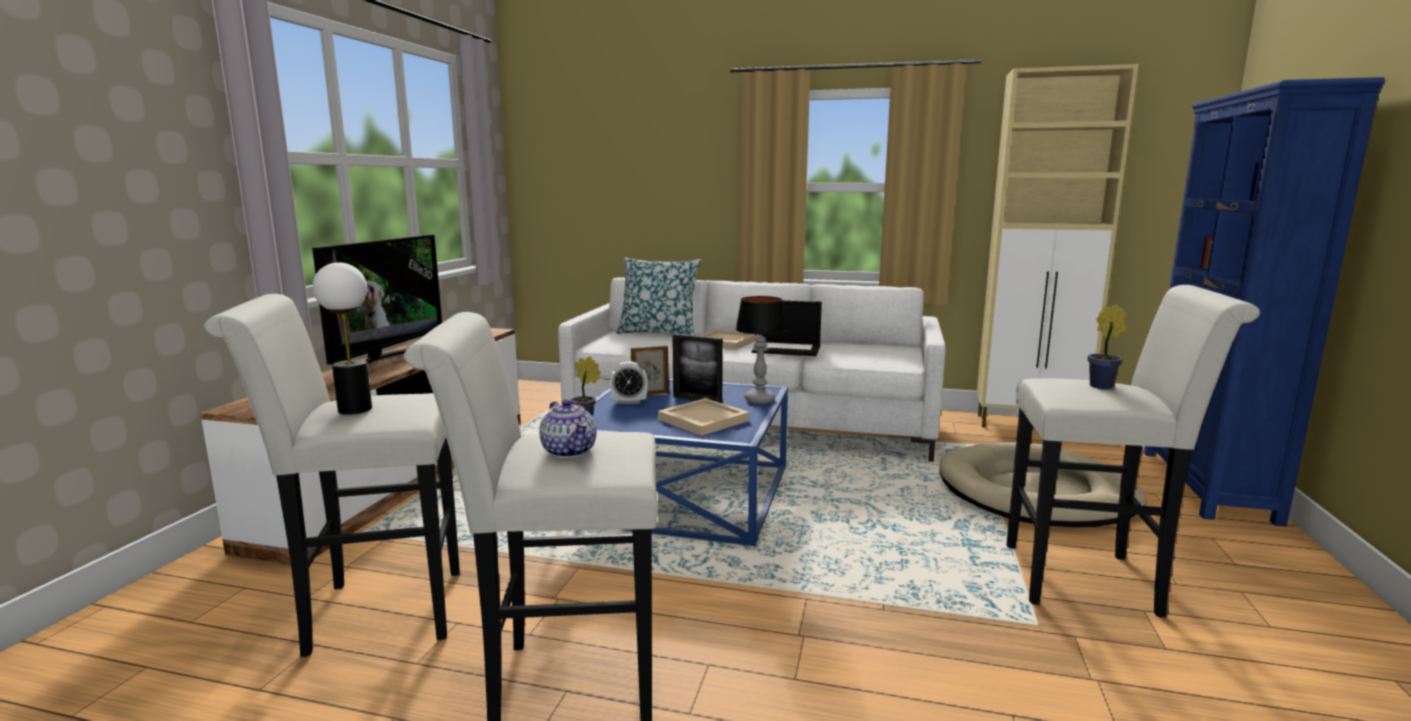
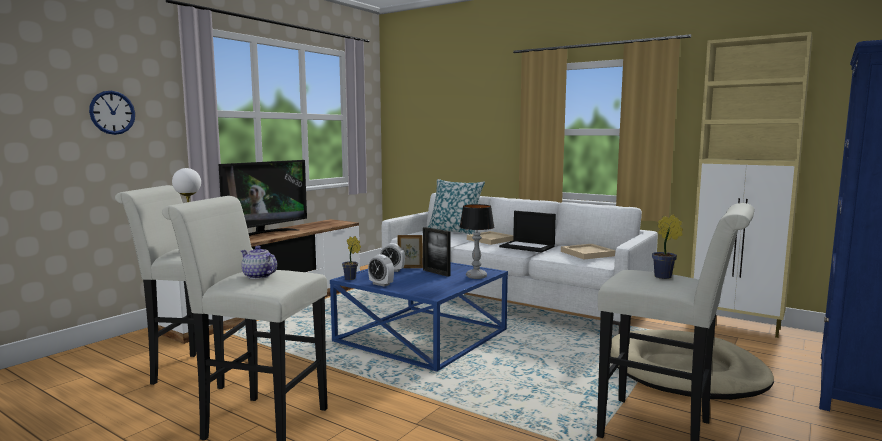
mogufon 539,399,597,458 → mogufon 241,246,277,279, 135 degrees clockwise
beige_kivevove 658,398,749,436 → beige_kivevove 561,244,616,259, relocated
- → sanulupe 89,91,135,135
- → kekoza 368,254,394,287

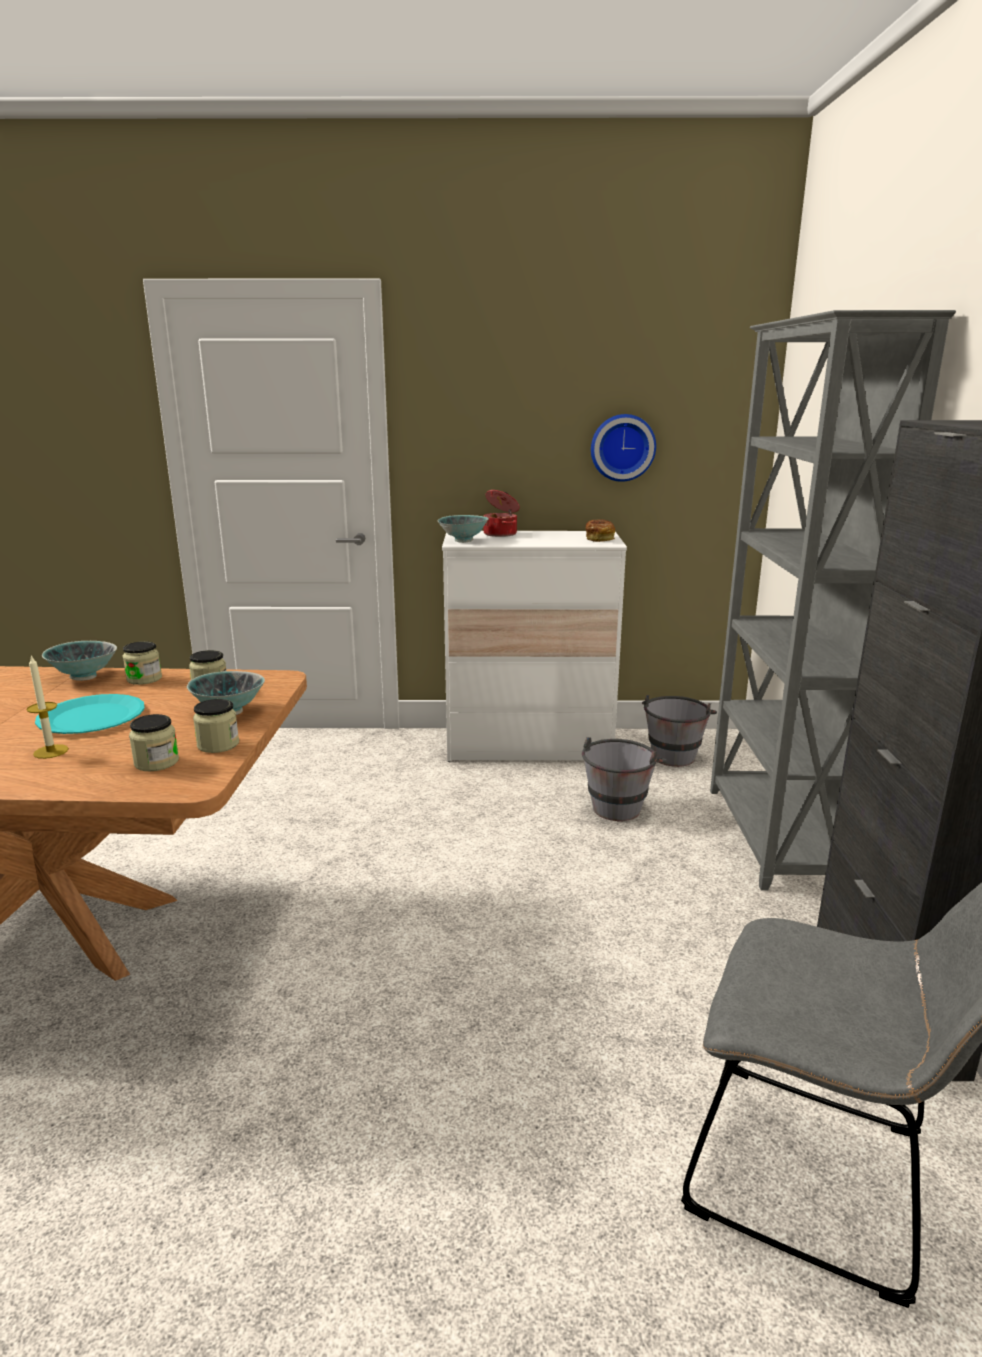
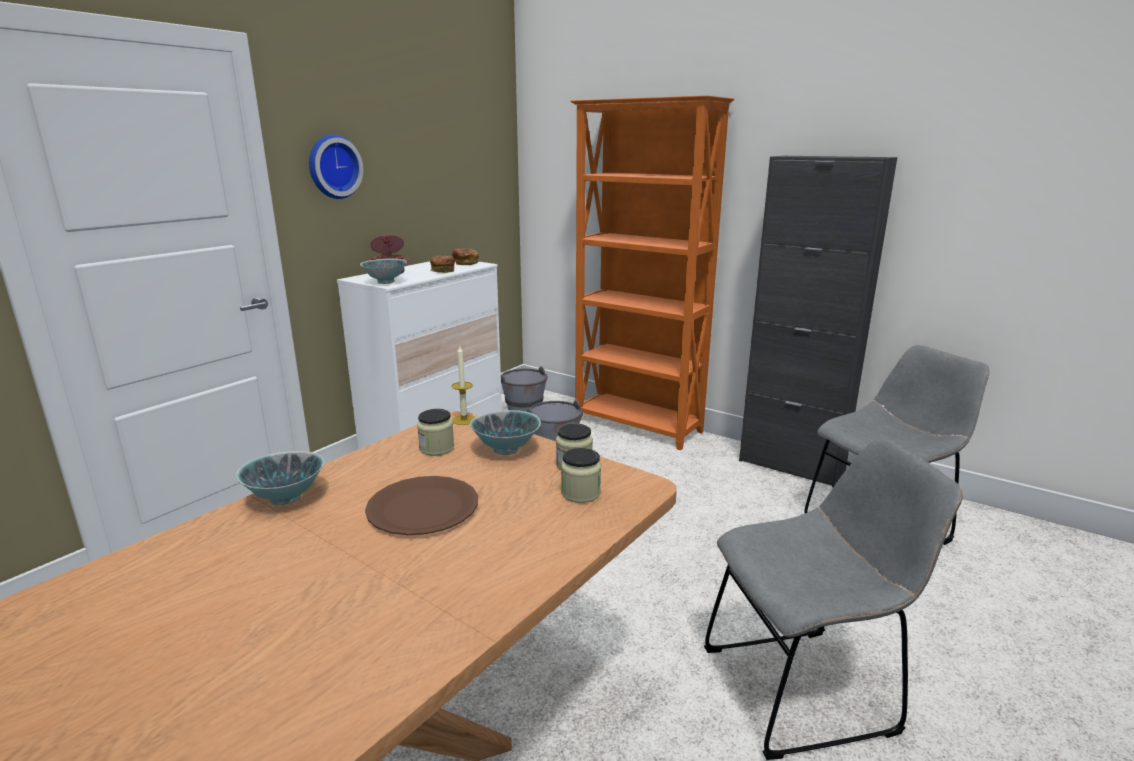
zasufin 27,655,69,759 → zasufin 452,346,475,425, relocated
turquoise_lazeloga 35,694,145,734 → brown_lazeloga 365,476,478,535
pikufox 123,641,162,685 → -
sanulupe 591,414,656,482 → sanulupe 309,134,363,199, relocated
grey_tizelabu 710,310,956,891 → orange_tizelabu 570,95,735,450
- → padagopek 430,255,455,273
- → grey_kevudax 704,438,963,760

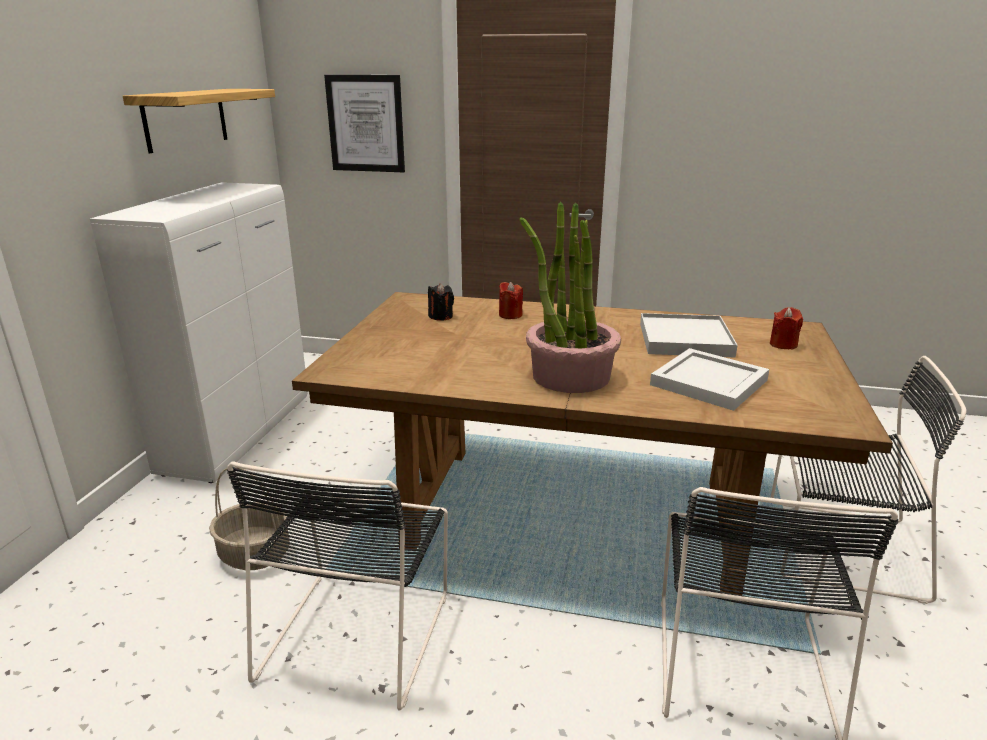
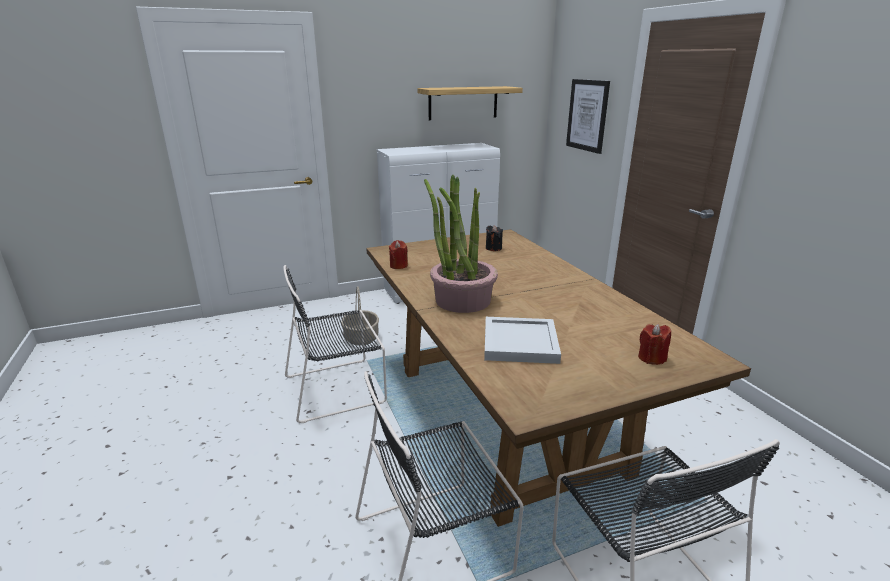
red_zasufin 499,282,523,319 → red_zasufin 389,240,408,269, relocated
white_kivevove 640,313,738,358 → -

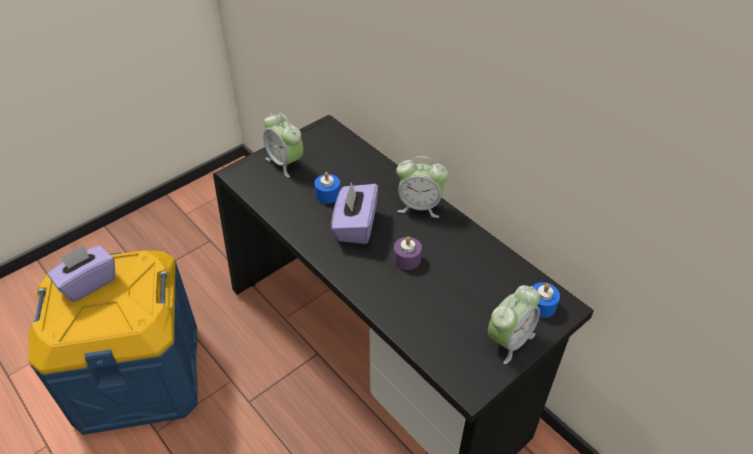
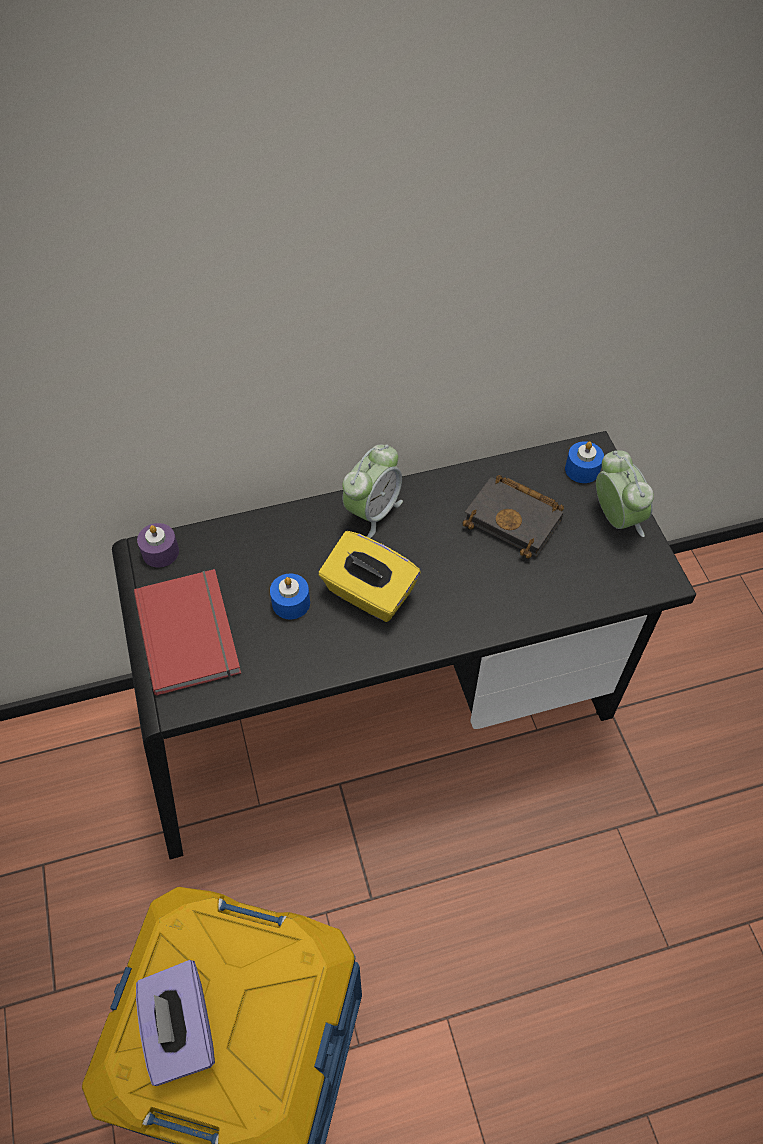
kekoza 263,113,303,178 → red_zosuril 134,569,241,696
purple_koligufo 331,182,378,244 → yellow_koligufo 319,531,420,622
purple_zasufin 394,236,422,270 → purple_zasufin 137,523,179,567, relocated
- → black_zosuril 462,475,564,559

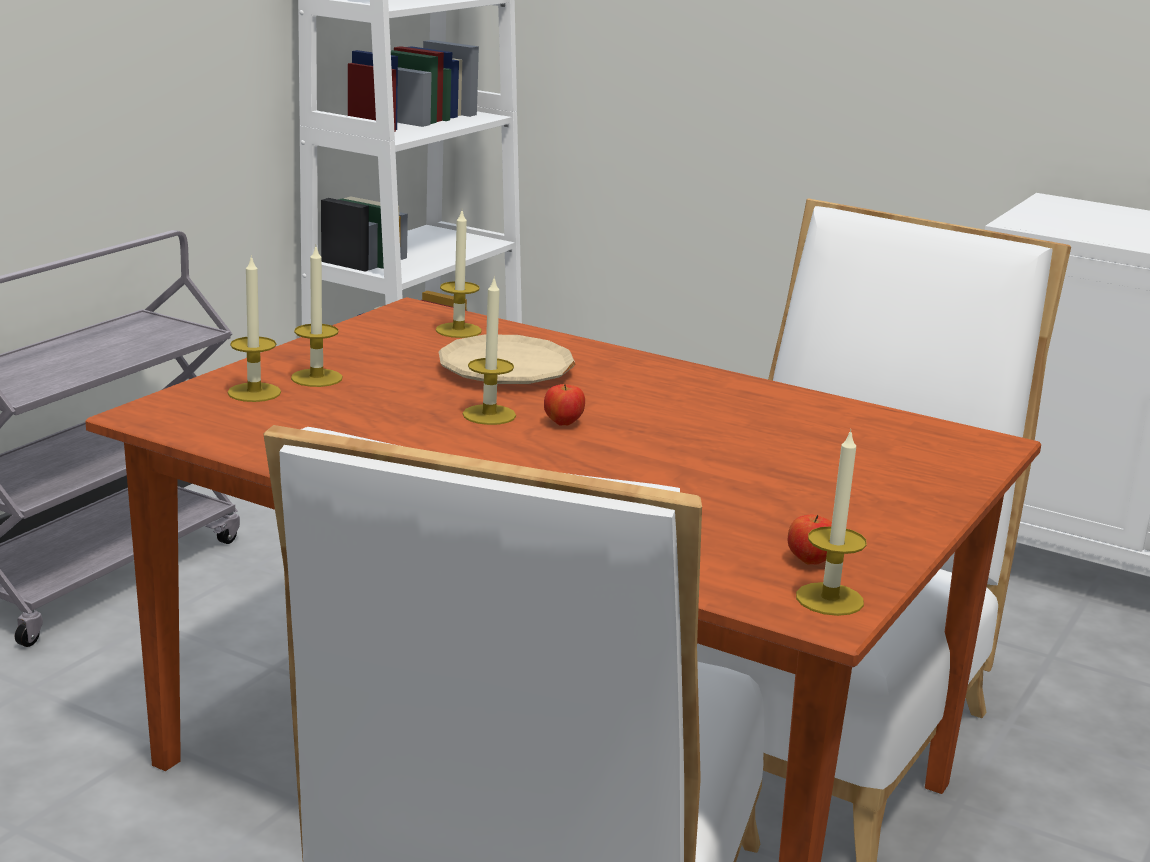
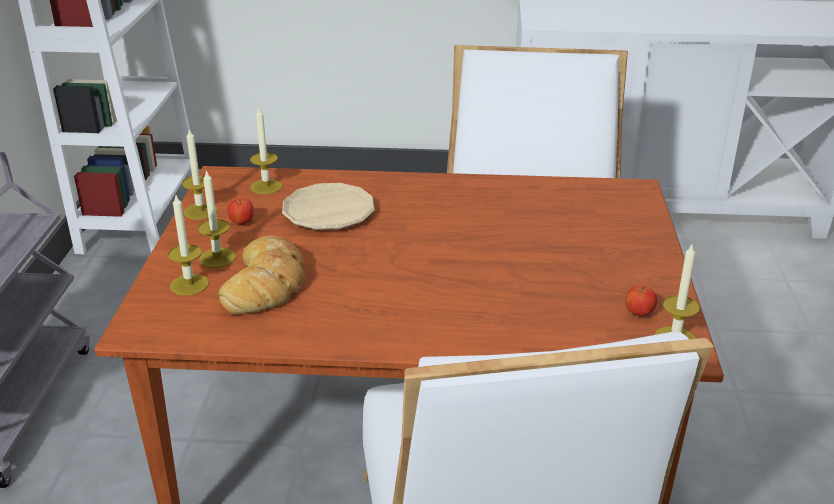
zasufin 463,276,516,425 → zasufin 182,129,218,220, relocated
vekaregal 544,384,585,426 → vekaregal 228,198,254,225, relocated
- → padagopek 218,236,305,315

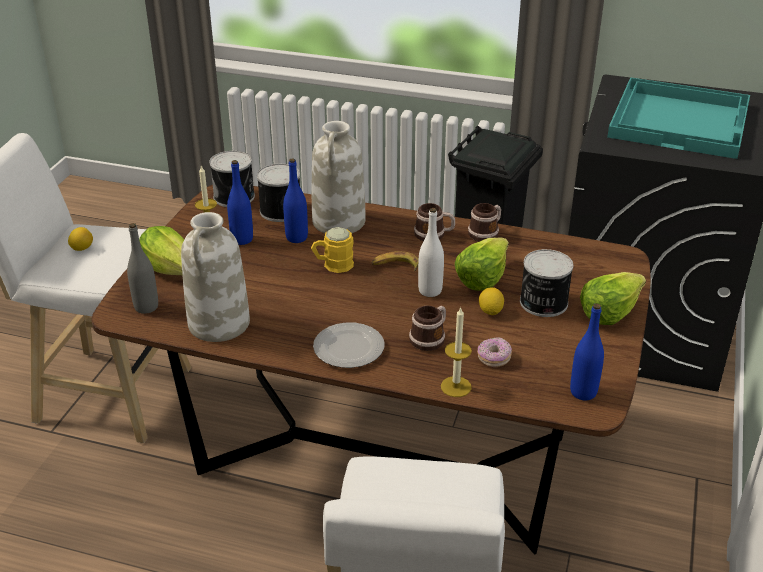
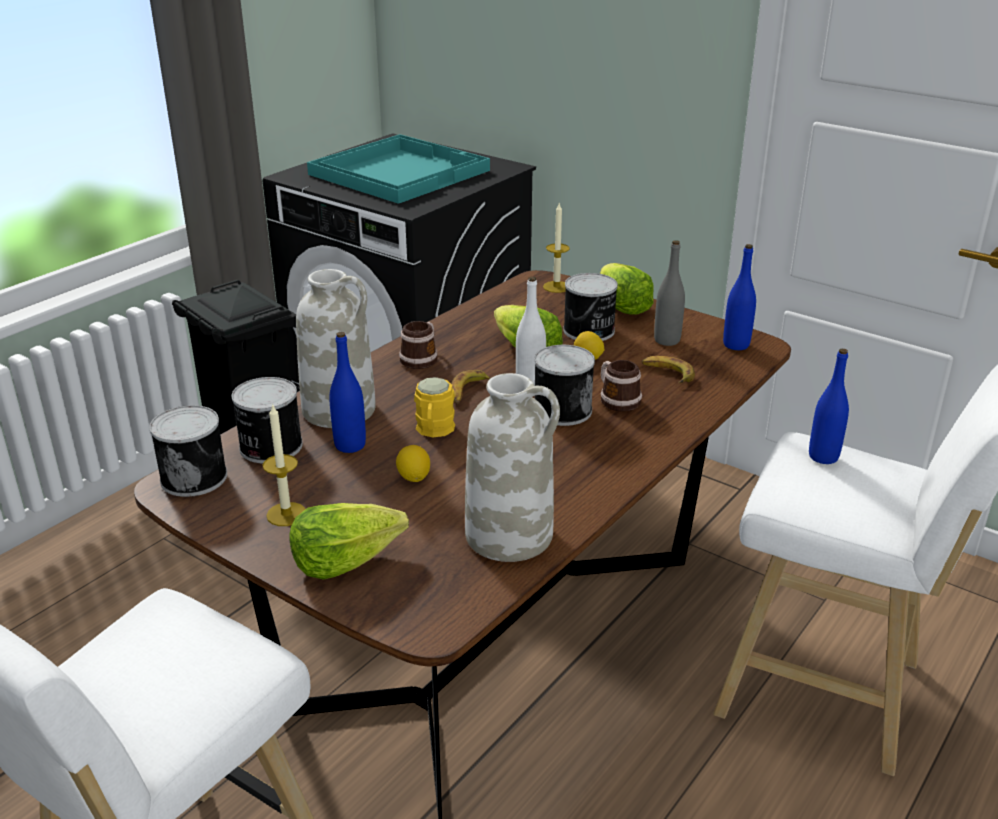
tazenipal 68,227,93,251 → tazenipal 396,445,430,482, relocated
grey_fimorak 127,223,158,314 → grey_fimorak 654,240,685,346, relocated
blue_fimorak 227,160,253,245 → blue_fimorak 809,348,849,464, relocated
lazeloga 313,322,385,368 → -
zasufin 441,308,472,397 → zasufin 543,203,570,293, relocated
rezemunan 468,203,501,242 → -
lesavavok 477,338,512,367 → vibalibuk 642,356,695,383
- → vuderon 534,345,595,426

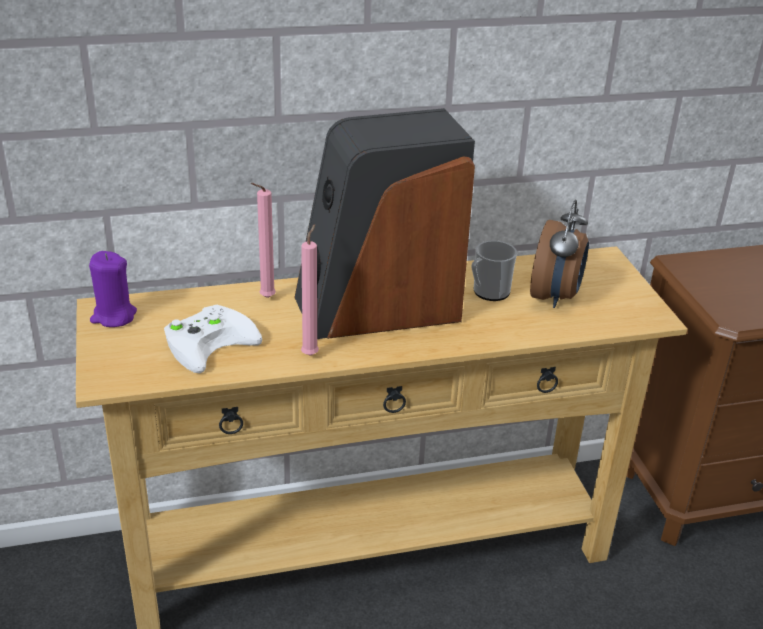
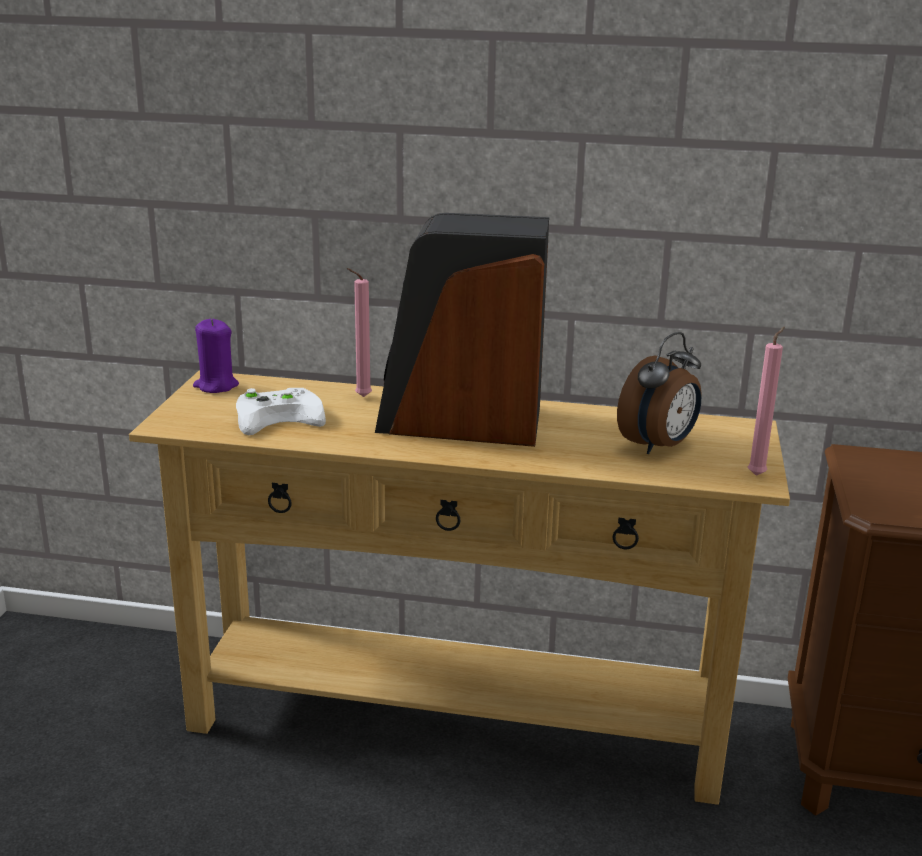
pink_zasufin 301,224,319,356 → pink_zasufin 748,326,785,476, relocated
rezemunan 472,240,517,301 → -

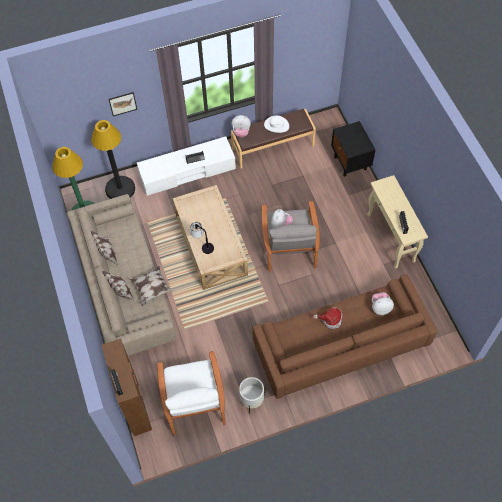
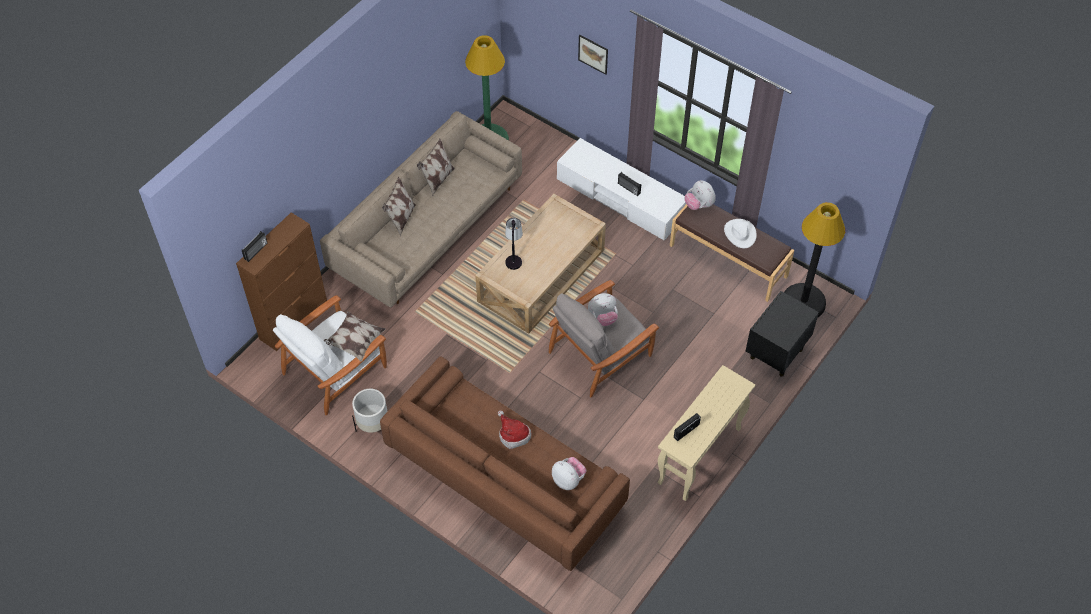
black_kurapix 91,120,135,199 → black_kurapix 784,202,845,318, relocated
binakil 130,266,172,306 → binakil 324,311,386,362, relocated

